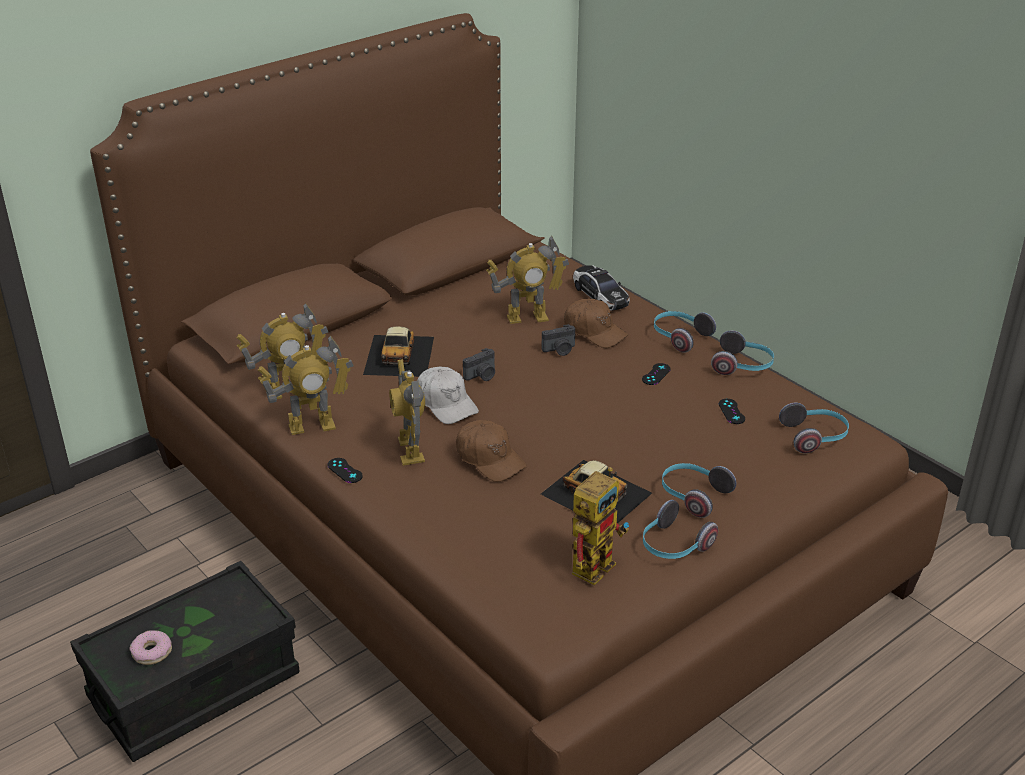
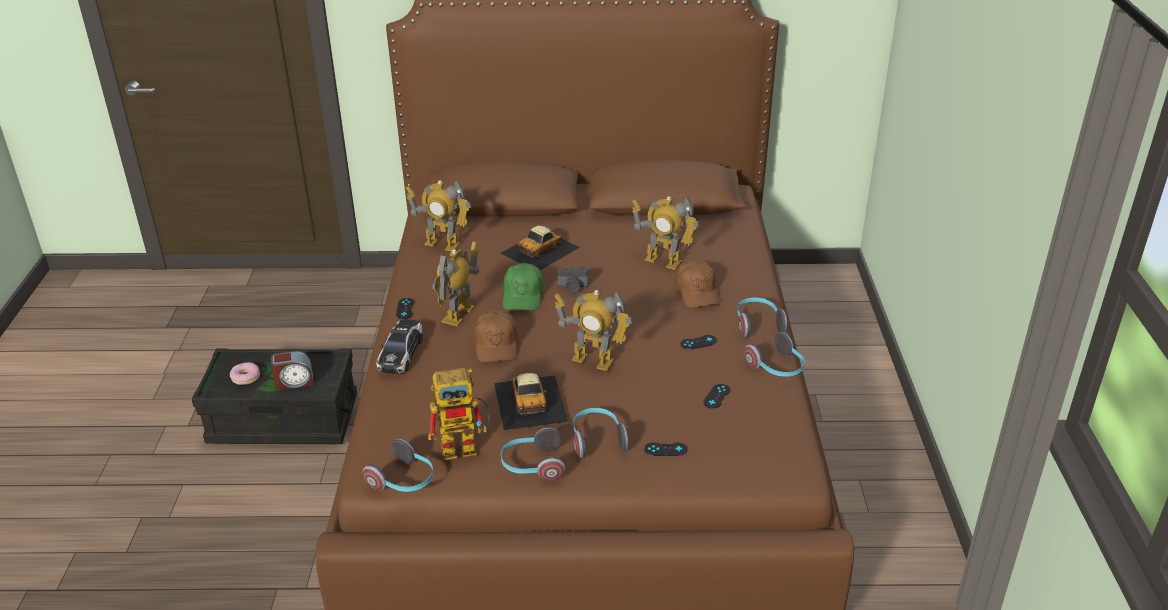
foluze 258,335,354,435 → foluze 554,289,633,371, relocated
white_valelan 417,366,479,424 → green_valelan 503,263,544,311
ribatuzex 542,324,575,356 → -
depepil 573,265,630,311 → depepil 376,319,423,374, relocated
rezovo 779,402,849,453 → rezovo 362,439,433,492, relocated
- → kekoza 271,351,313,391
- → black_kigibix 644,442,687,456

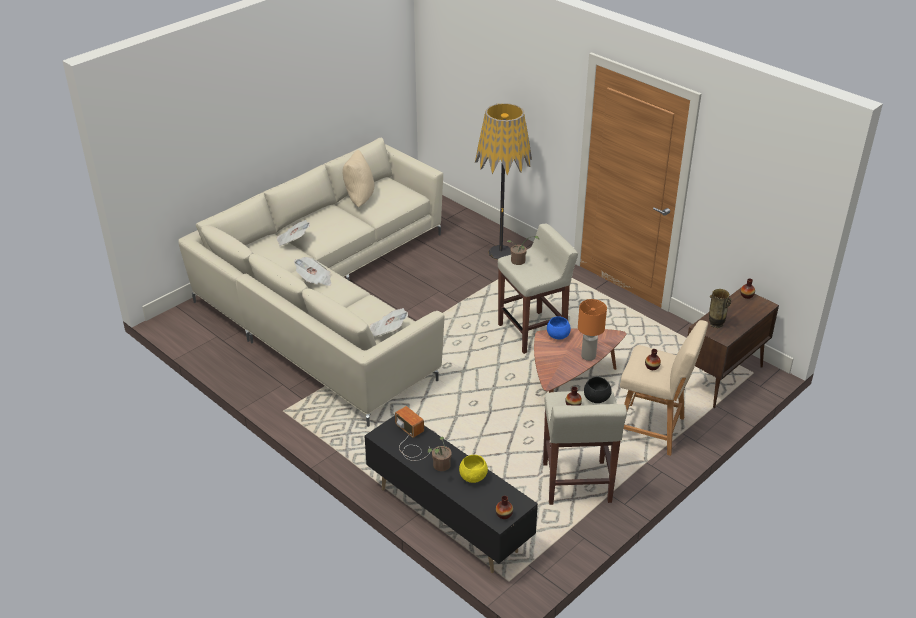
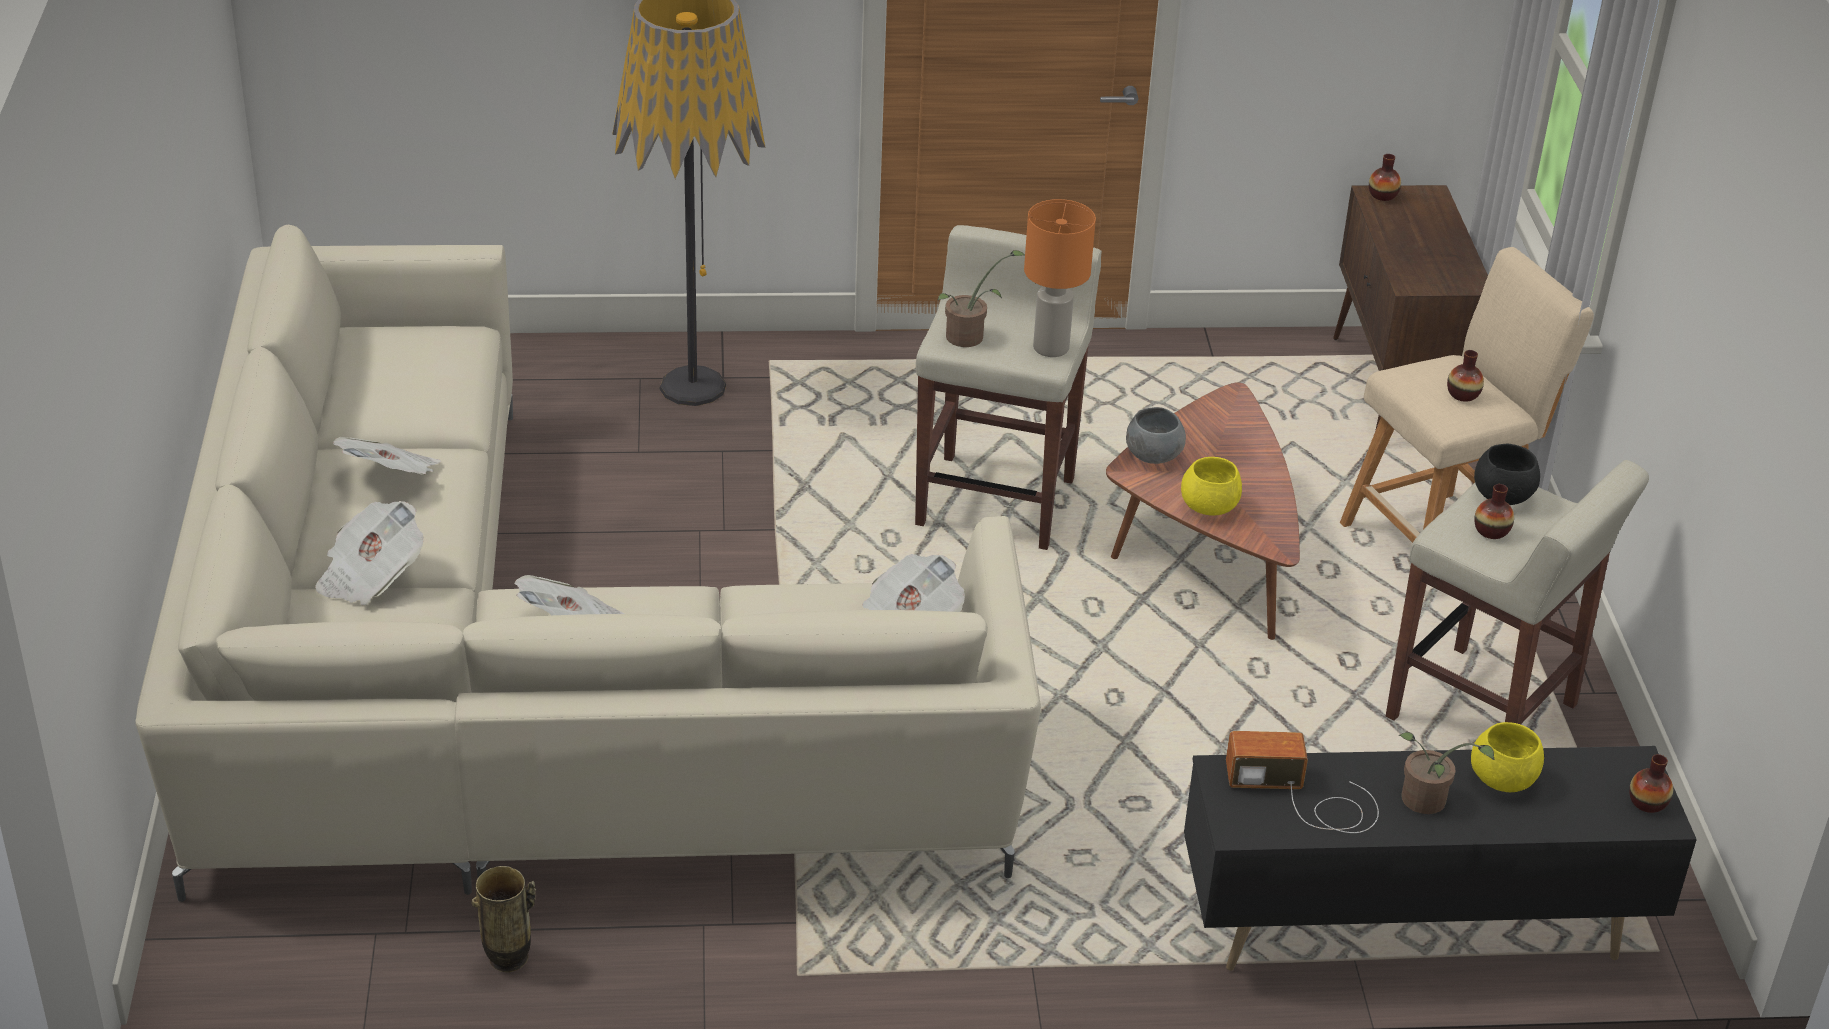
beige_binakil 342,150,374,207 → -
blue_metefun 547,316,571,340 → grey_metefun 1126,407,1186,464
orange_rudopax 578,299,607,361 → orange_rudopax 1024,199,1096,357, relocated
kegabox 709,289,732,328 → kegabox 471,866,537,972, relocated
- → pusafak 333,437,441,475
- → yellow_metefun 1181,457,1242,516

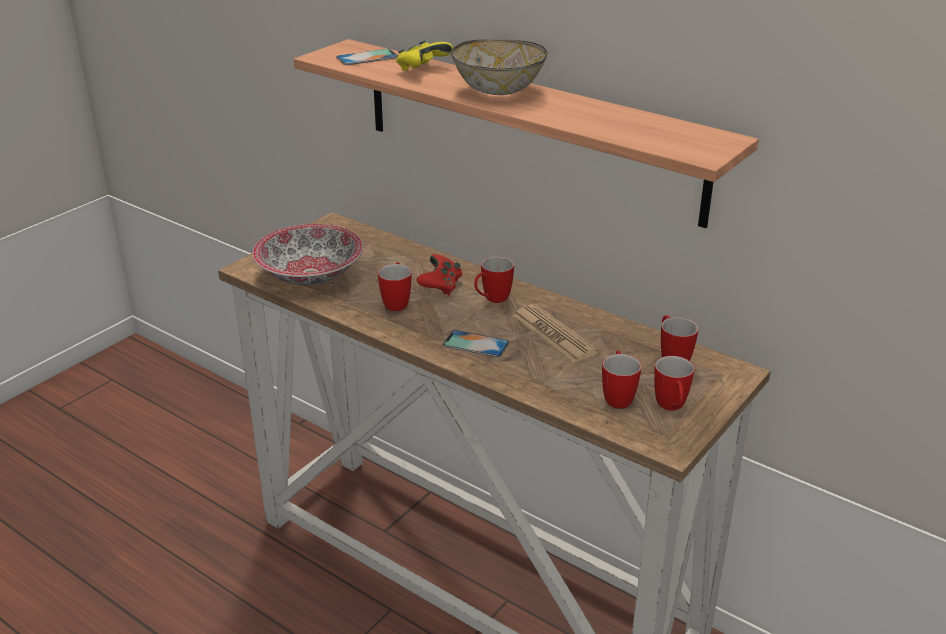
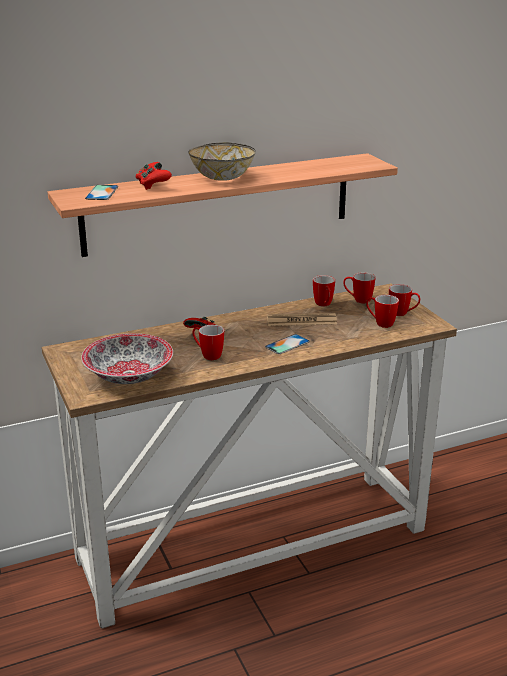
yellow_kigibix 396,40,453,71 → red_kigibix 136,162,172,190
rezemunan 474,256,514,303 → rezemunan 313,275,335,307, relocated

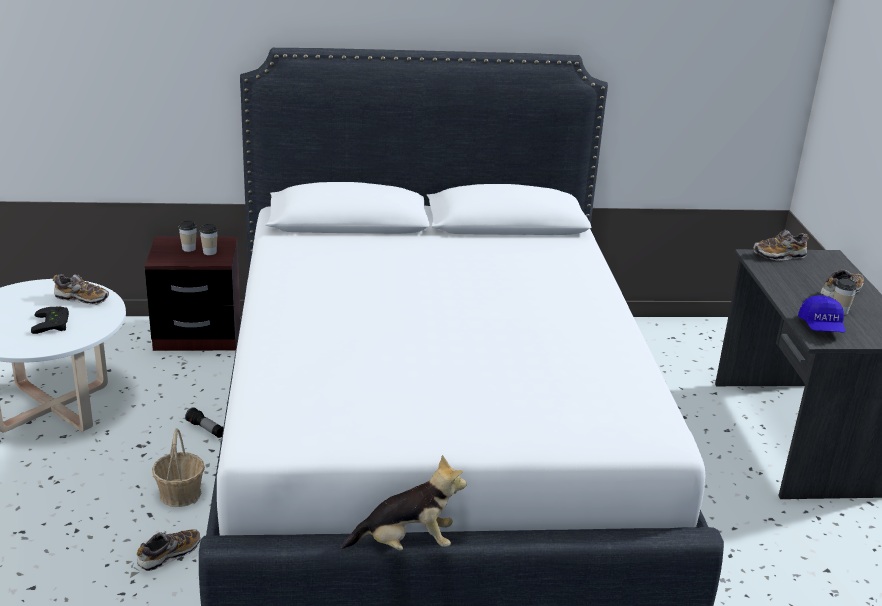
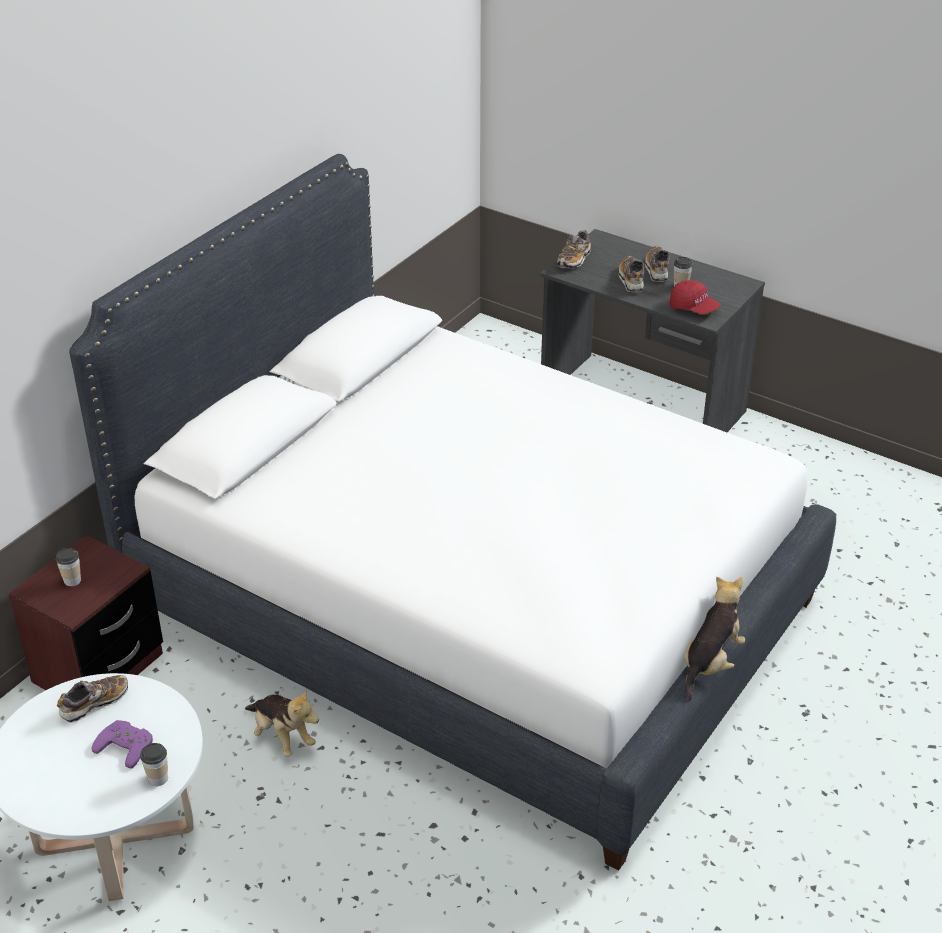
black_kigibix 31,306,69,334 → purple_kigibix 91,720,153,769
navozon 137,529,200,571 → navozon 618,256,645,292, relocated
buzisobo 152,428,205,507 → -
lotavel 185,407,223,438 → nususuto 245,689,319,757
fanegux 200,224,218,255 → fanegux 140,743,168,786, relocated
blue_valelan 798,295,845,332 → red_valelan 670,280,721,315

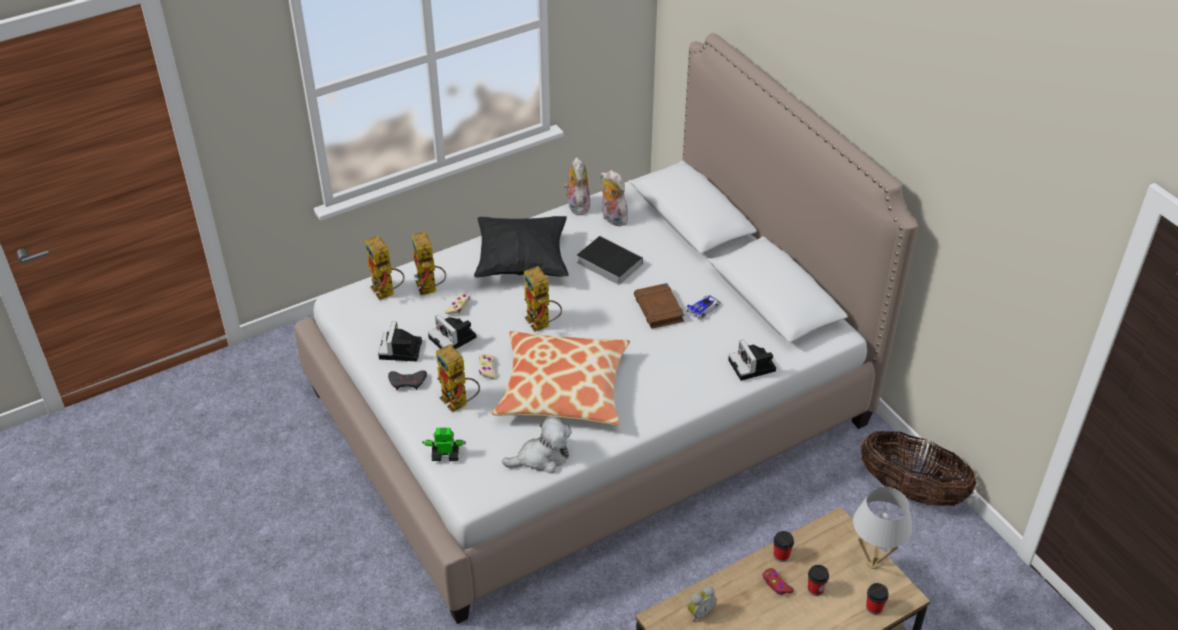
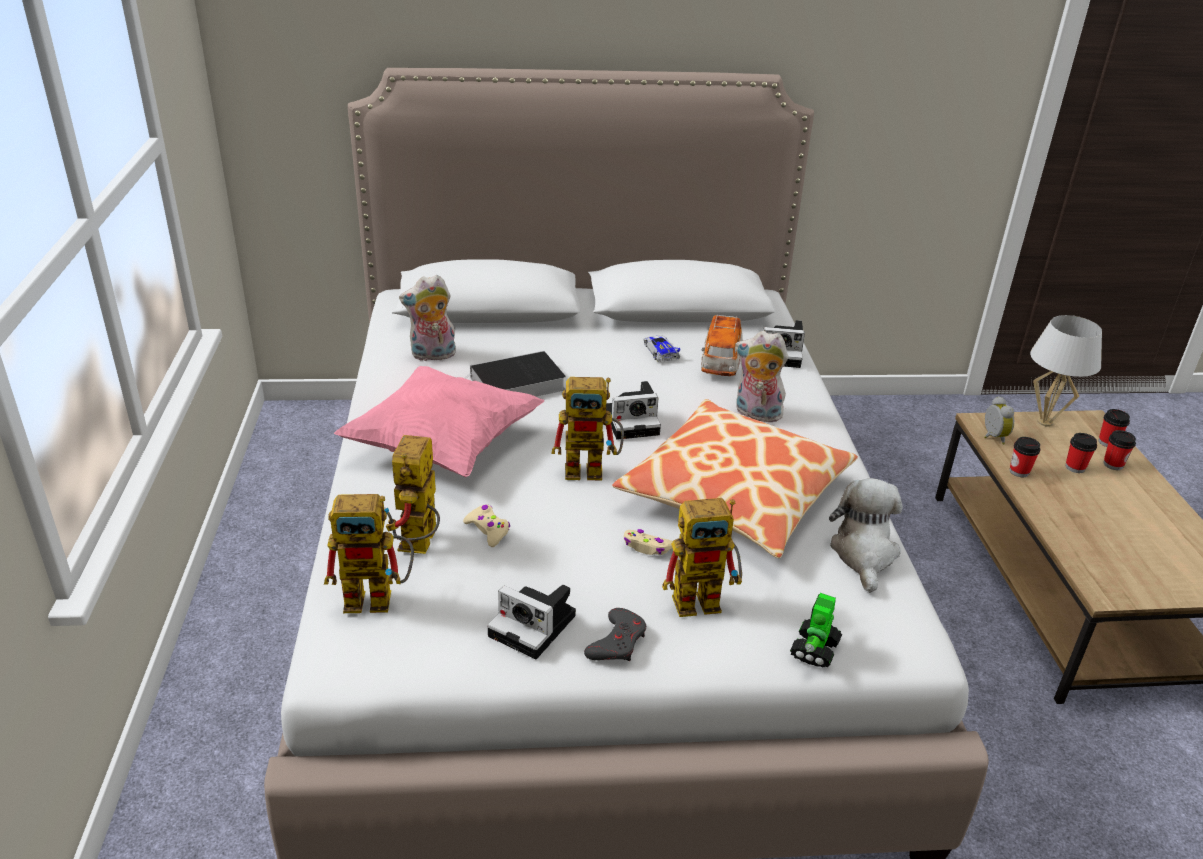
foluze 412,232,446,295 → foluze 384,435,440,554, 90 degrees clockwise
ribatuzex 428,315,477,349 → ribatuzex 606,381,661,440, relocated
black_binakil 474,216,569,277 → pink_binakil 334,366,545,478
nususuto 564,157,591,215 → nususuto 735,331,788,422, relocated
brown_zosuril 634,283,684,328 → -
kekoza 687,586,717,622 → kekoza 984,396,1014,445, relocated
red_kigibix 762,568,794,595 → -
buzisobo 861,431,976,506 → -
- → depepil 701,314,743,376
- → fanegux 1103,430,1136,470

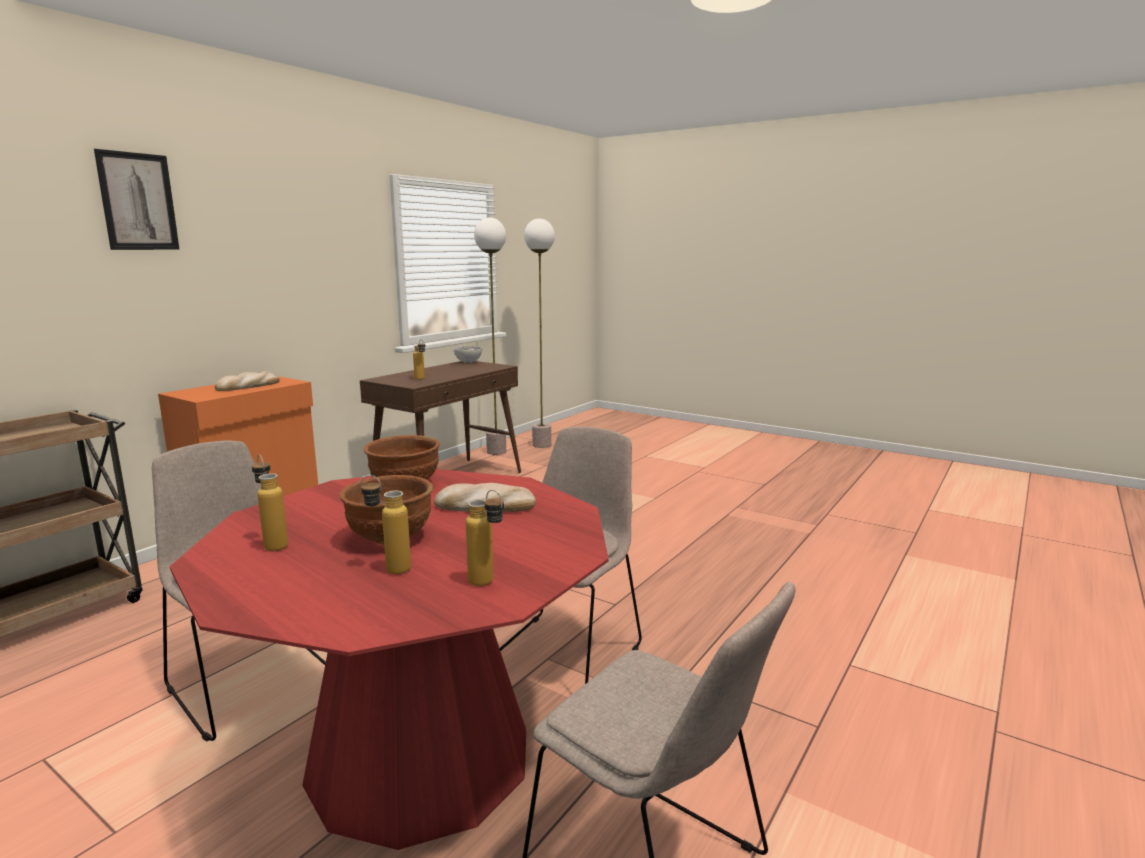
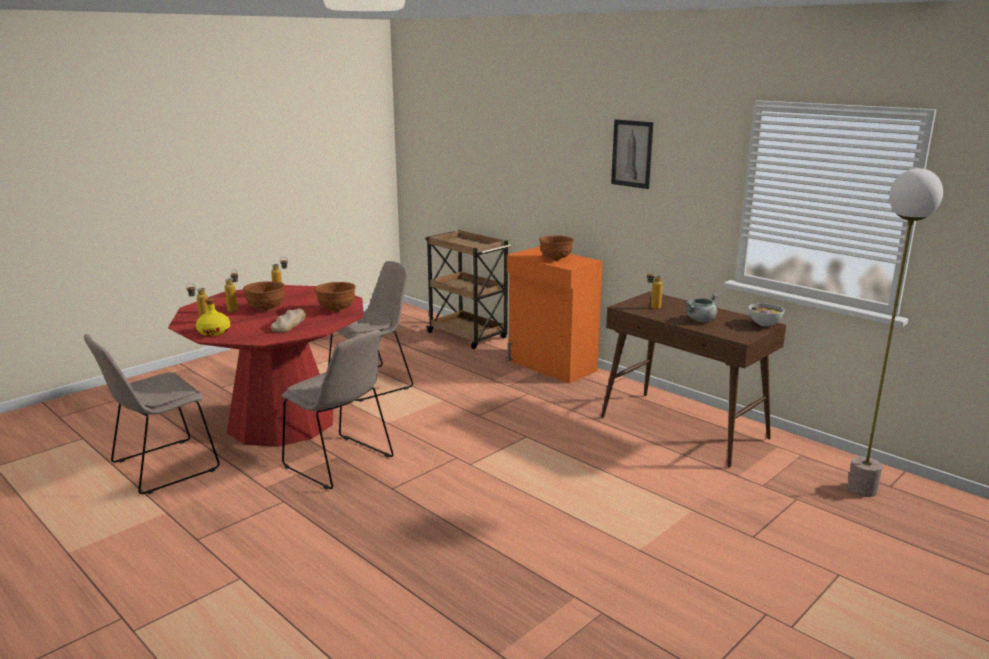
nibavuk 94,149,180,250 → nibavuk 611,119,653,189, relocated
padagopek 215,371,280,391 → brown_metefun 539,235,574,260
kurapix 474,217,506,455 → -
- → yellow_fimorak 196,298,230,336
- → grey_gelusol 685,293,718,322

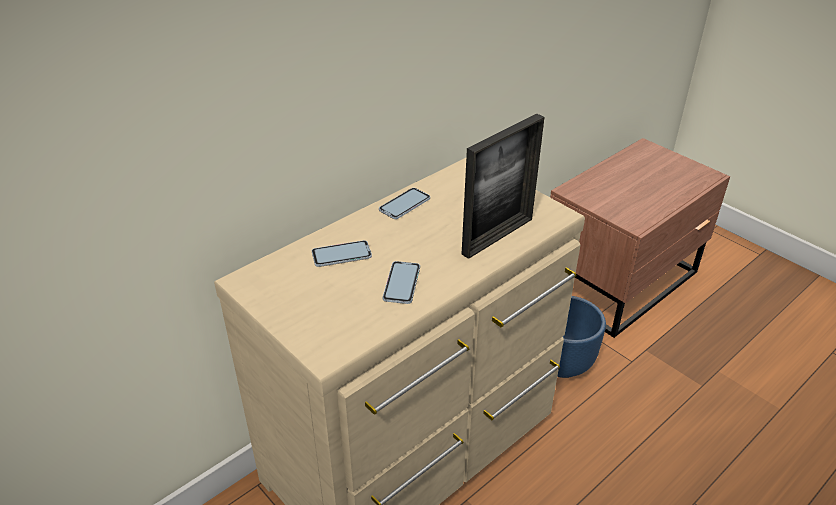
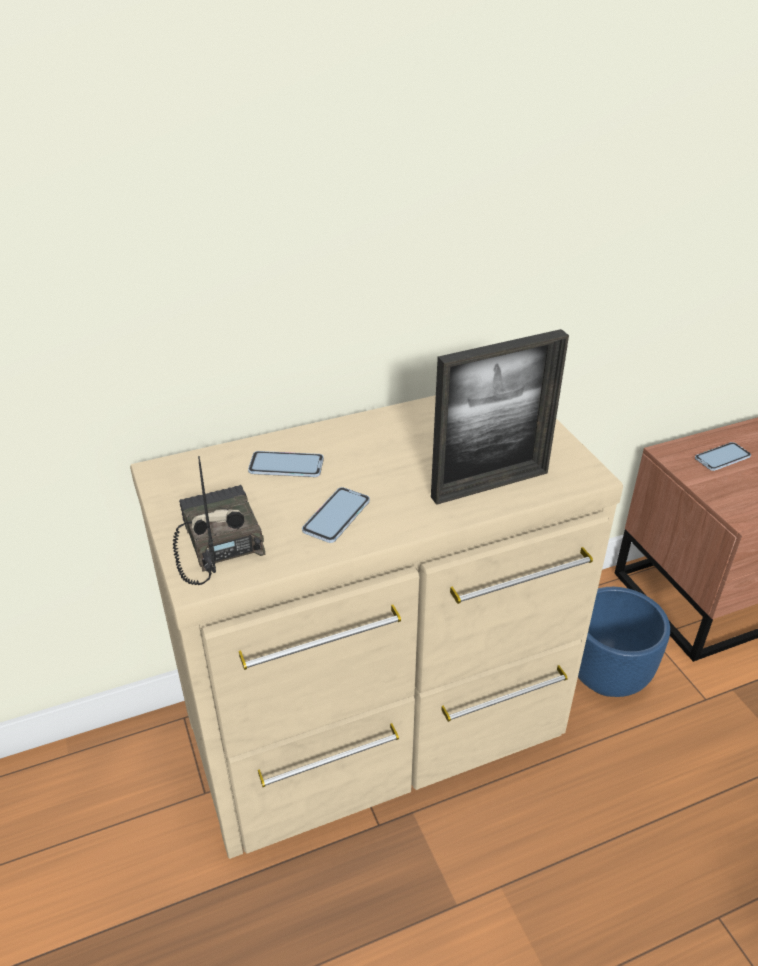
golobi 379,188,430,219 → golobi 695,442,751,471, relocated
- → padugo 172,456,265,585

